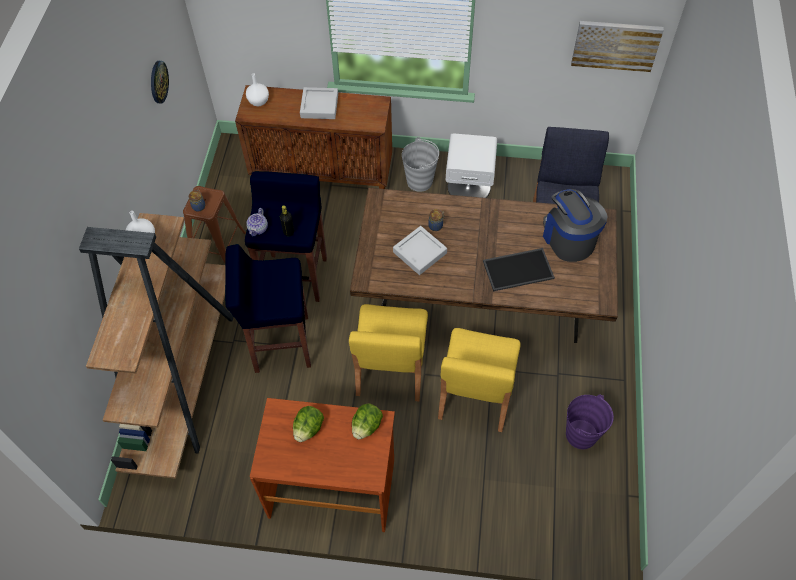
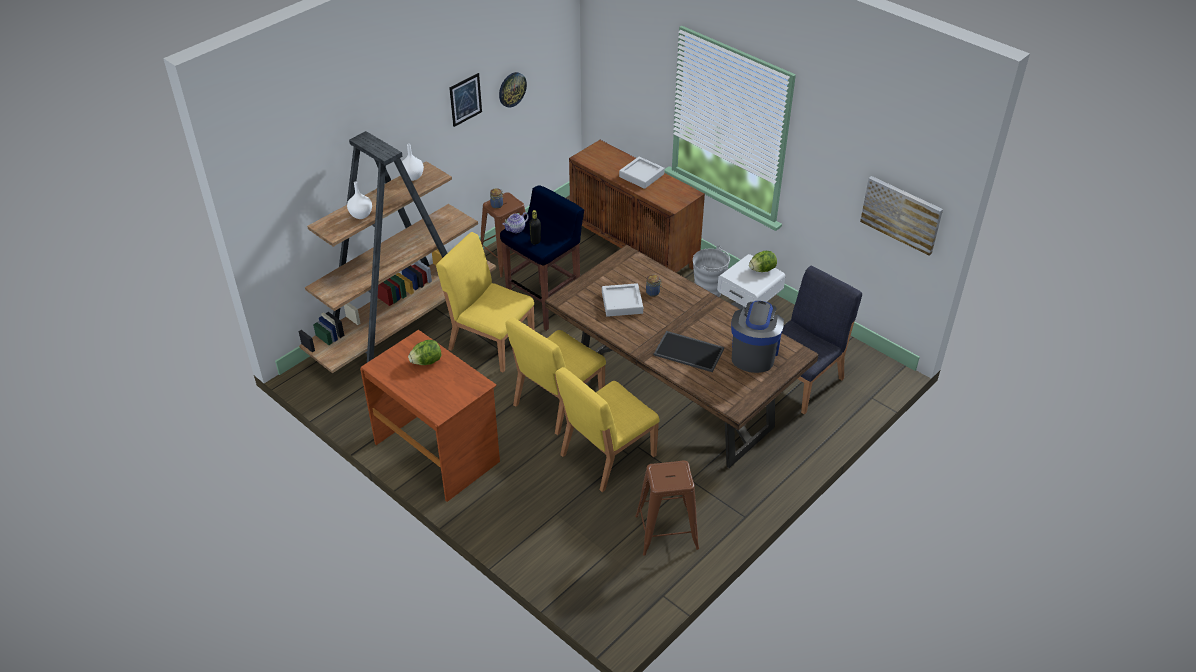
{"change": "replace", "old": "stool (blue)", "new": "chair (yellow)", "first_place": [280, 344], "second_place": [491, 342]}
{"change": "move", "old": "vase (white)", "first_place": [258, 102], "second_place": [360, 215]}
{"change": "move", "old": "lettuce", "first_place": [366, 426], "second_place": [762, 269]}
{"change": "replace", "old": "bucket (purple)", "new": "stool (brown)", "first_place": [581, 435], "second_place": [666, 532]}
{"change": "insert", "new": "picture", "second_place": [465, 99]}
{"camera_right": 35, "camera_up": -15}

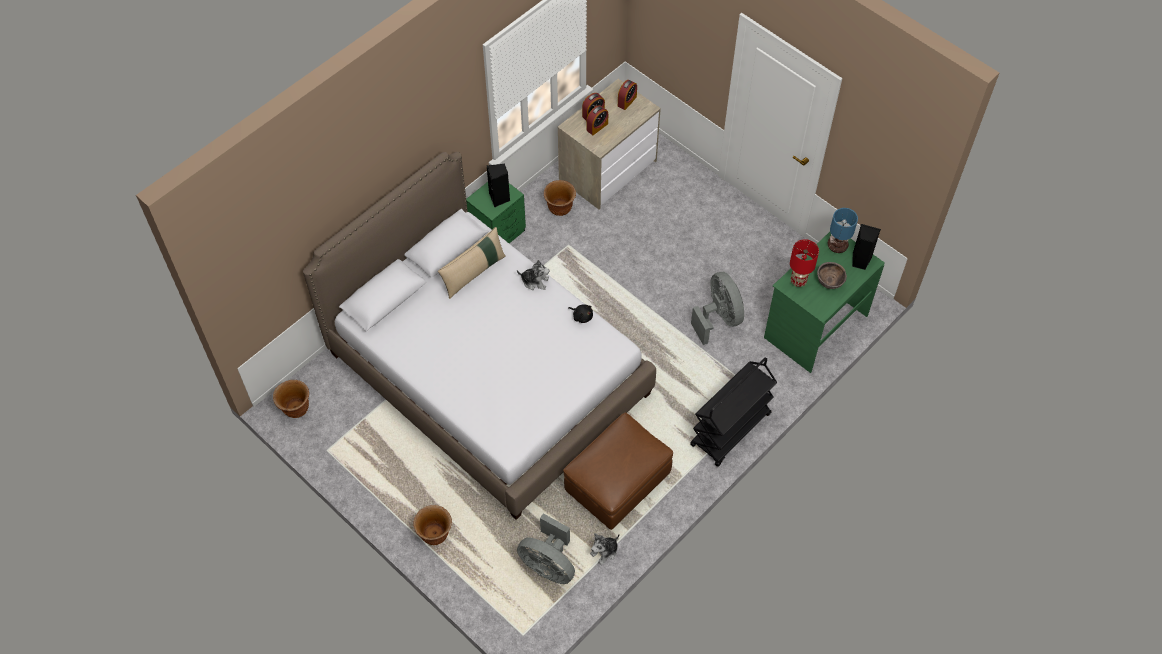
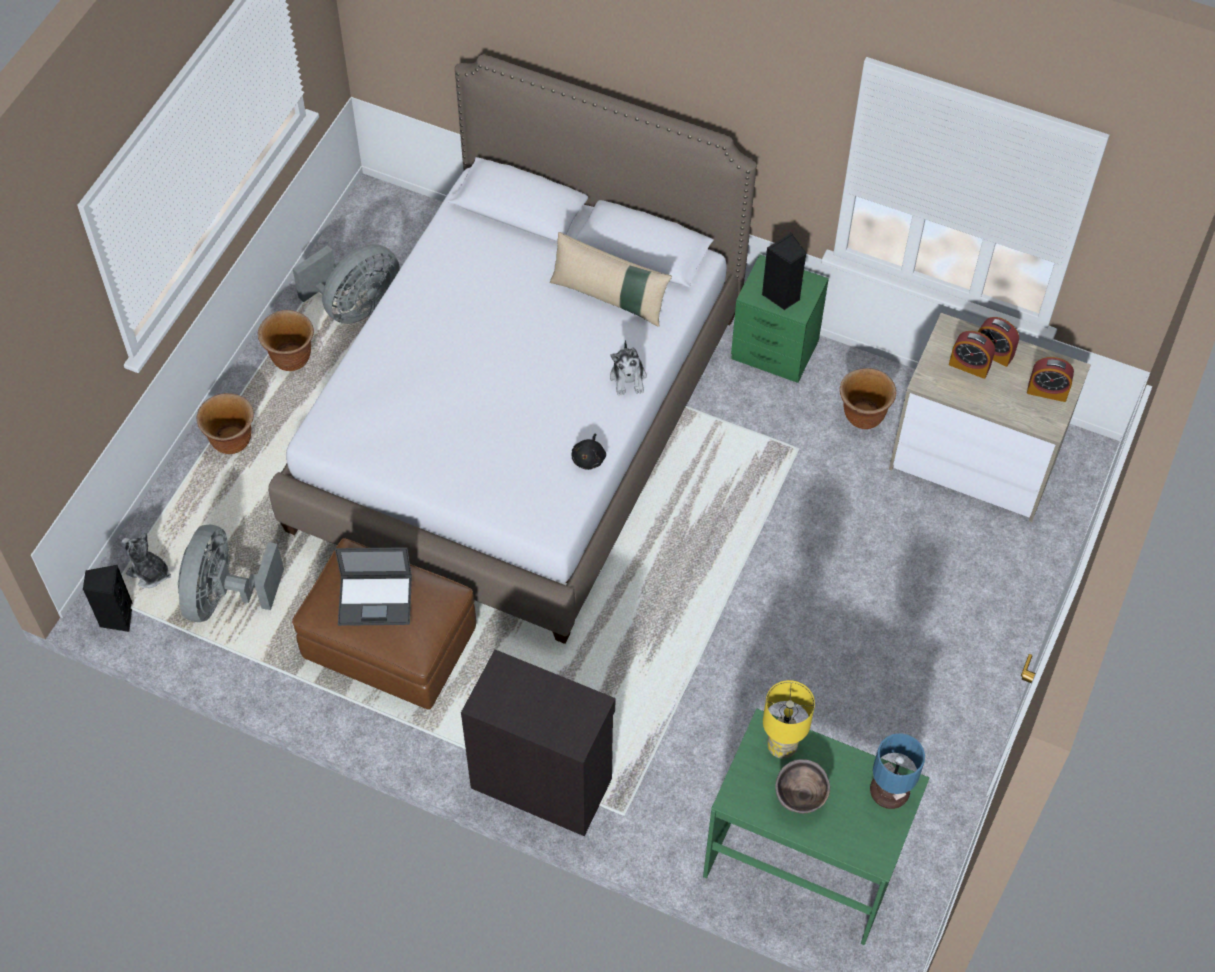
{"change": "move", "old": "planter (brown)", "first_place": [296, 409], "second_place": [291, 358]}
{"change": "move", "old": "plush toy", "first_place": [605, 551], "second_place": [149, 573]}
{"change": "replace", "old": "cart (black)", "new": "cabinet (black)", "first_place": [730, 431], "second_place": [541, 781]}
{"change": "move", "old": "fan (grey)", "first_place": [718, 318], "second_place": [355, 306]}
{"change": "recolor", "old": "table lamp (red)", "new": "table lamp (yellow)", "first_place": [798, 281], "second_place": [781, 746]}
{"change": "move", "old": "speaker (black)", "first_place": [860, 261], "second_place": [116, 617]}
{"change": "insert", "new": "laptop", "second_place": [376, 600]}
{"camera_right": 70, "camera_up": 0}

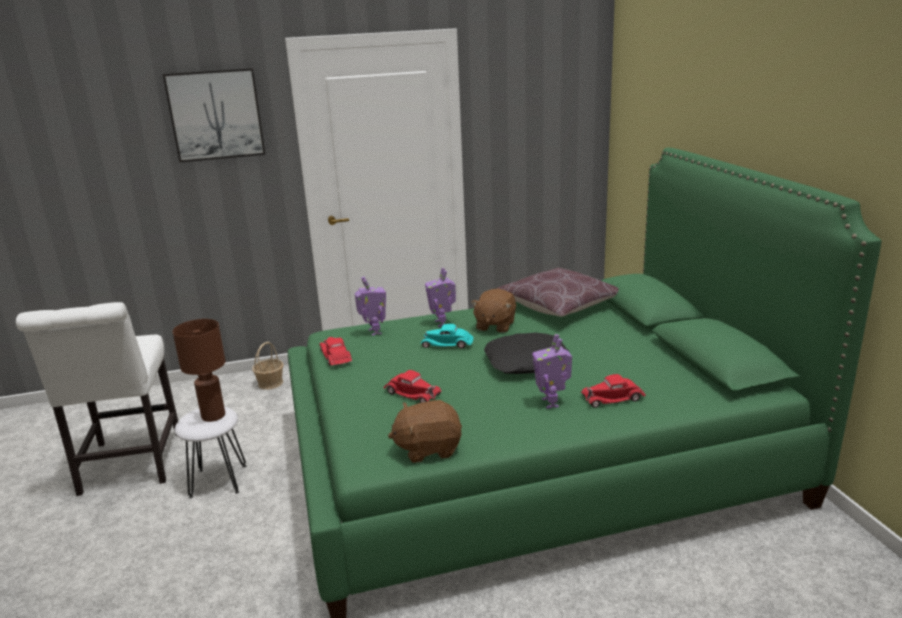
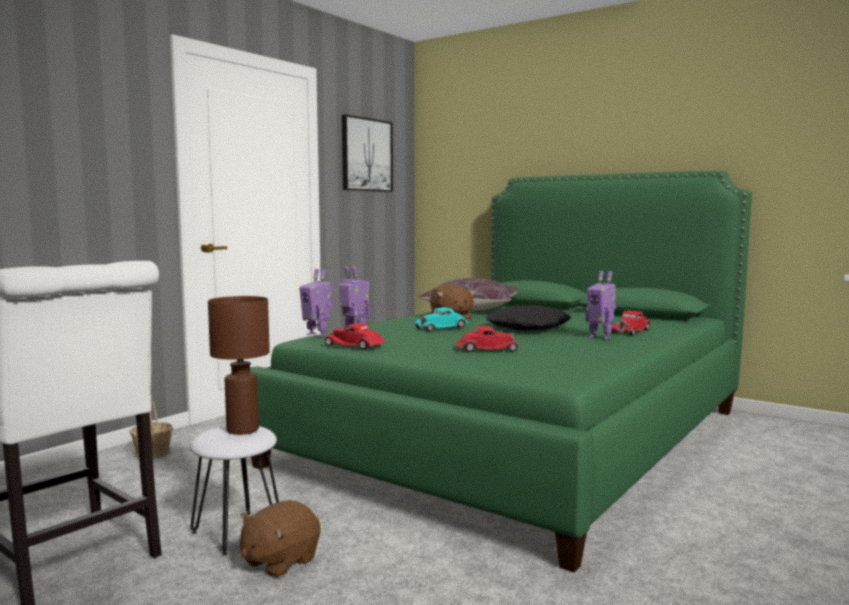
{"change": "move", "old": "picture", "first_place": [216, 115], "second_place": [366, 155]}
{"change": "move", "old": "plush toy (brown)", "first_place": [428, 448], "second_place": [279, 561]}
{"change": "move", "old": "toy robot", "first_place": [442, 323], "second_place": [317, 335]}
{"camera_right": -40, "camera_up": -15}

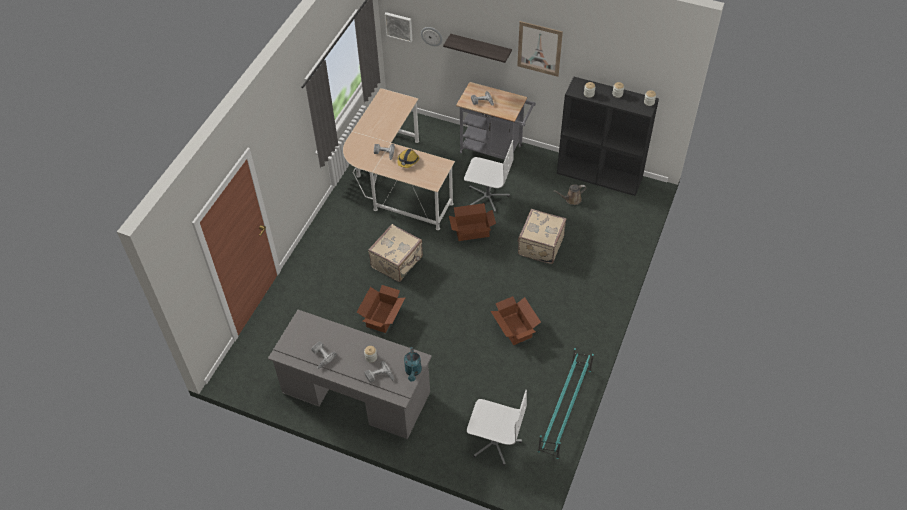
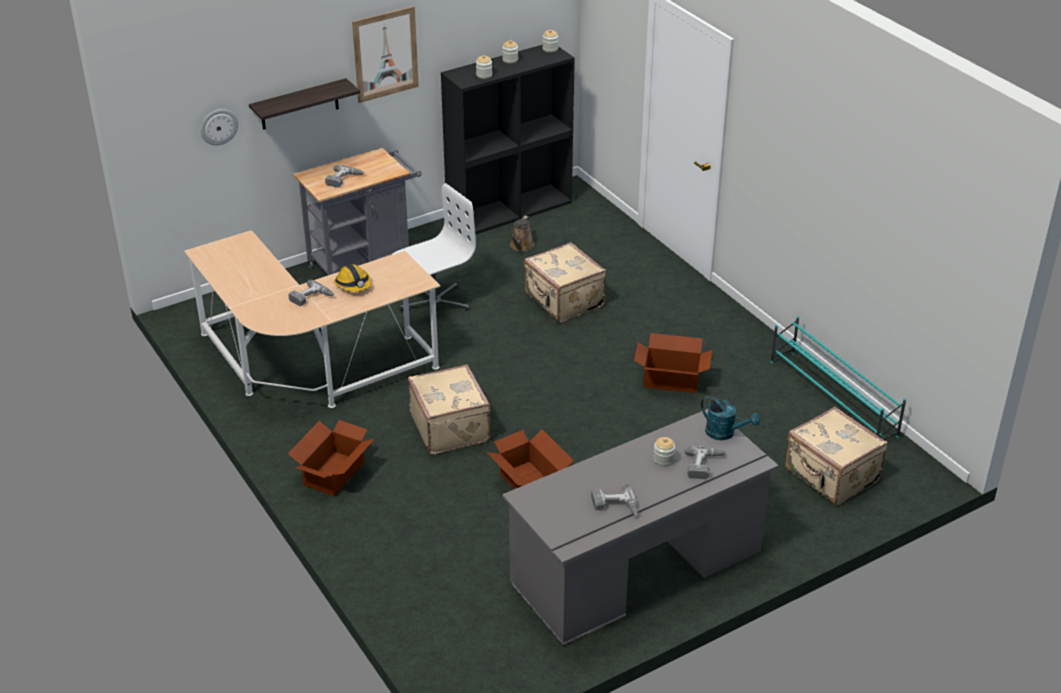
{"change": "delete", "old": "picture", "first_place": [399, 26]}
{"change": "move", "old": "cardboard box", "first_place": [471, 231], "second_place": [333, 474]}
{"change": "replace", "old": "office chair (white)", "new": "suitcase (beige)", "first_place": [495, 442], "second_place": [831, 476]}
{"camera_right": -55, "camera_up": -15}

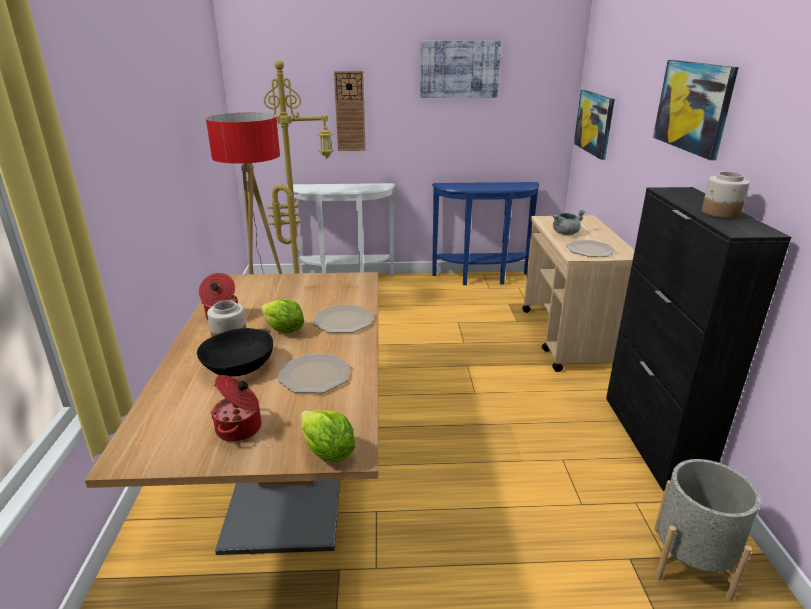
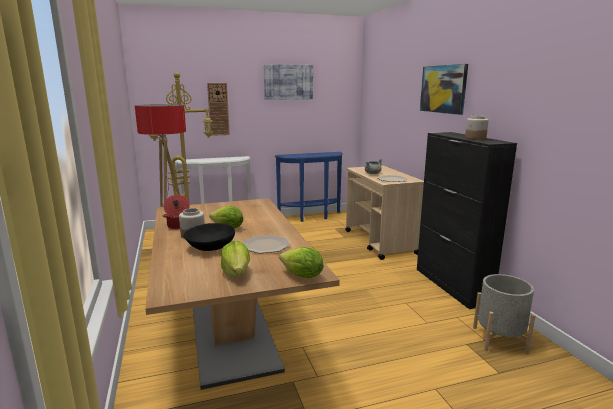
{"change": "replace", "old": "cooking pot", "new": "lettuce", "first_place": [240, 428], "second_place": [236, 273]}
{"change": "delete", "old": "plate", "first_place": [344, 320]}
{"change": "delete", "old": "picture", "first_place": [594, 123]}
{"camera_right": -15, "camera_up": -10}

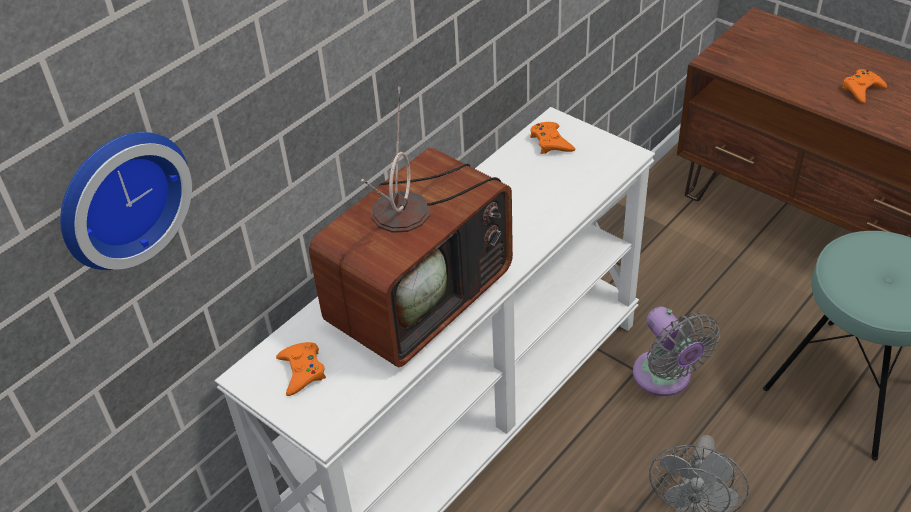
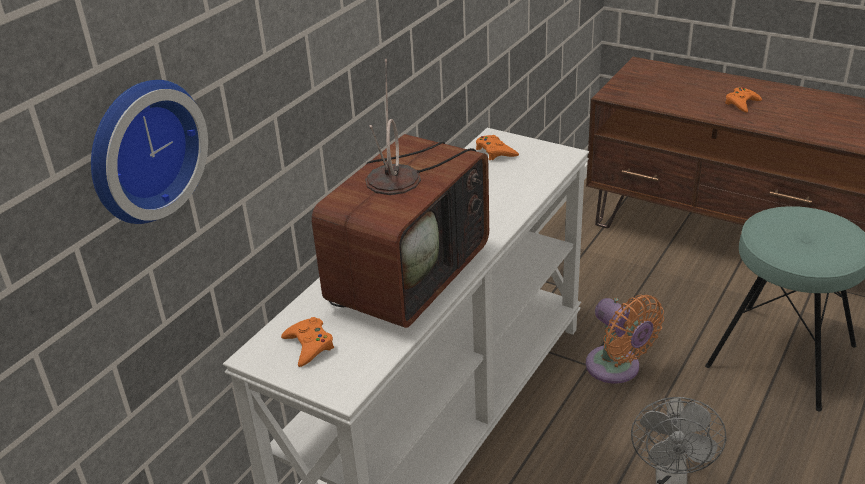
{"change": "recolor", "old": "fan (grey)", "new": "fan (orange)", "first_place": [665, 378], "second_place": [616, 369]}
{"camera_right": -10, "camera_up": -10}

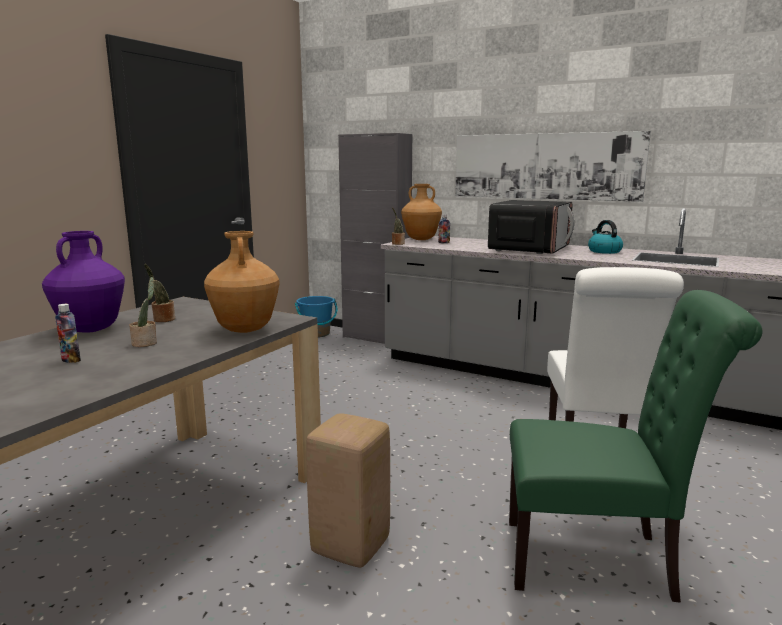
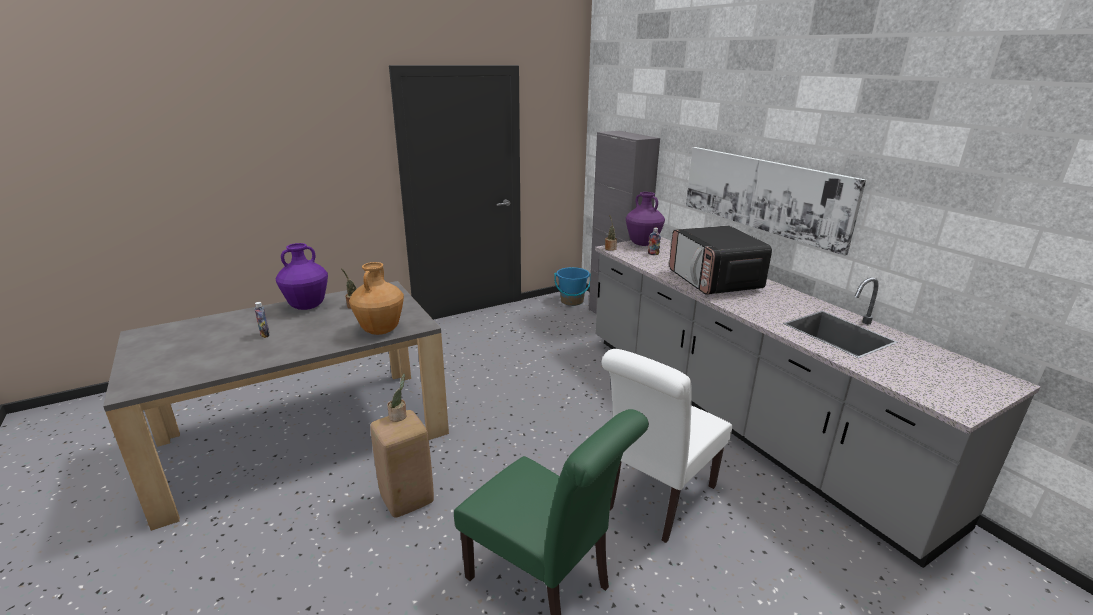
{"change": "move", "old": "potted plant", "first_place": [146, 343], "second_place": [399, 416]}
{"change": "recolor", "old": "vase (brown)", "new": "vase (purple)", "first_place": [420, 239], "second_place": [642, 244]}
{"change": "rotate", "old": "microwave", "first_place": [529, 249], "second_place": [714, 281], "degrees": 105}
{"change": "delete", "old": "kettle", "first_place": [604, 251]}
{"camera_right": 30, "camera_up": 10}

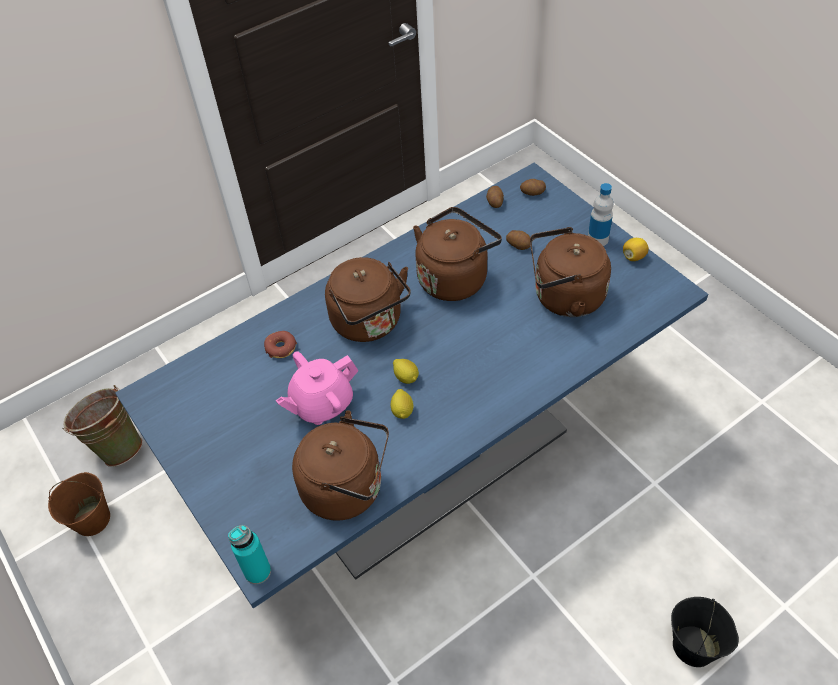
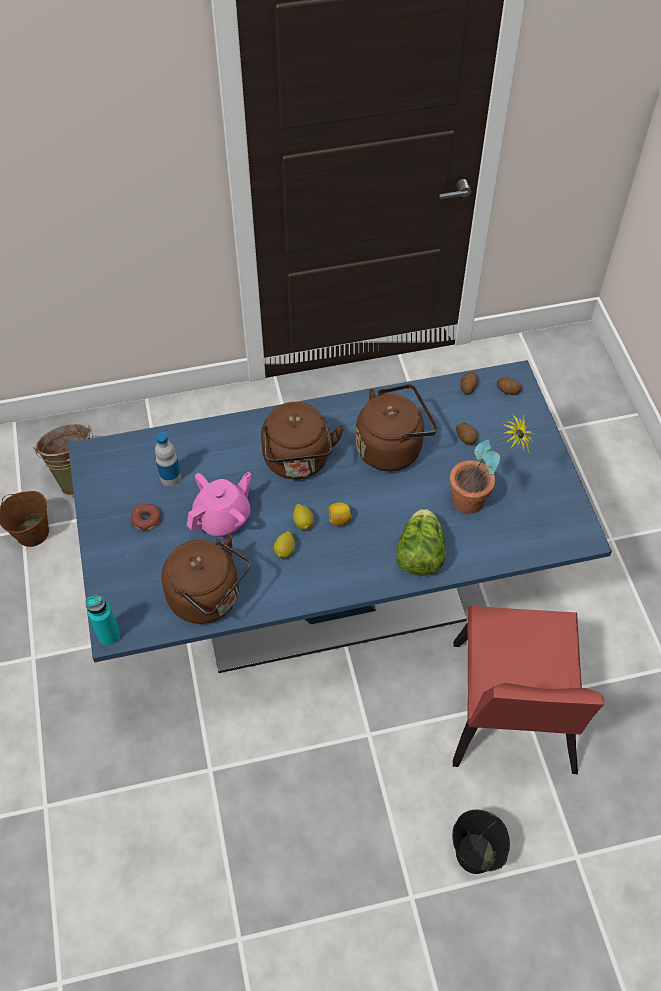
{"change": "move", "old": "donut", "first_place": [281, 348], "second_place": [146, 519]}
{"change": "rotate", "old": "teapot (pink)", "first_place": [321, 404], "second_place": [223, 518], "degrees": 150}
{"change": "replace", "old": "kettle (brown)", "new": "potted plant", "first_place": [564, 297], "second_place": [478, 504]}
{"change": "move", "old": "bottle", "first_place": [598, 239], "second_place": [170, 477]}
{"change": "move", "old": "lemon", "first_place": [633, 257], "second_place": [339, 519]}
{"change": "insert", "new": "lettuce", "second_place": [419, 554]}
{"change": "insert", "new": "chair (red)", "second_place": [510, 716]}
{"camera_right": 20, "camera_up": 5}

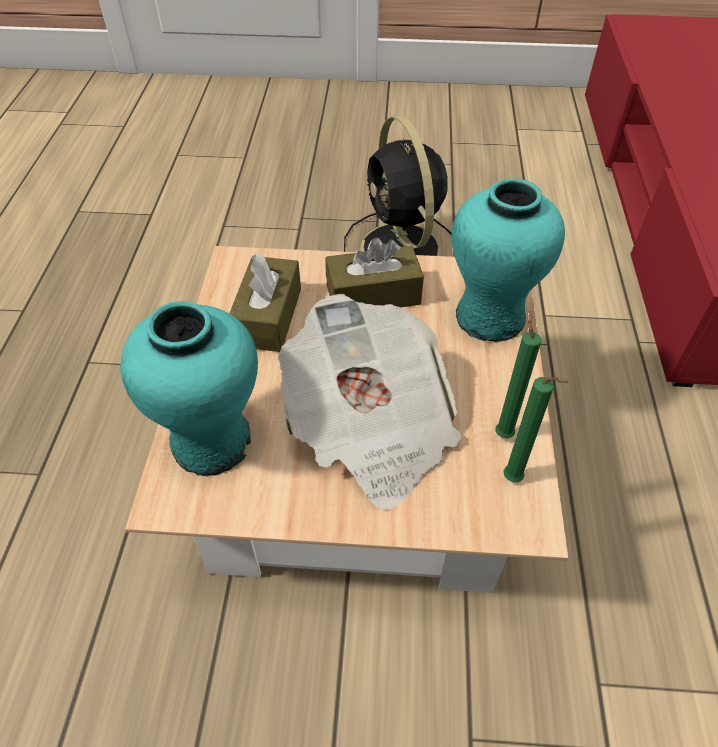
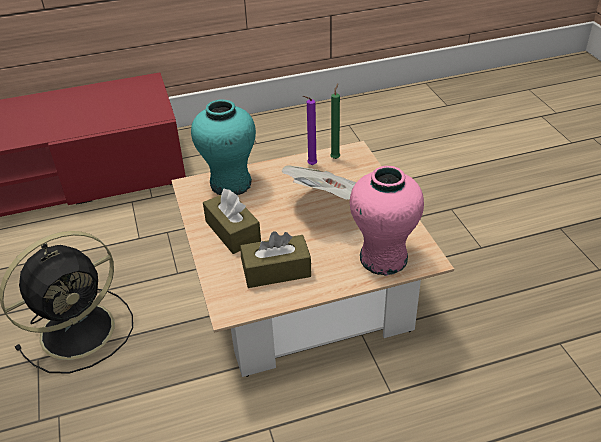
{"change": "recolor", "old": "vase (turquoise)", "new": "vase (pink)", "first_place": [211, 440], "second_place": [383, 258]}
{"change": "recolor", "old": "candle (green)", "new": "candle (purple)", "first_place": [503, 432], "second_place": [310, 165]}
{"camera_right": -110, "camera_up": -10}

